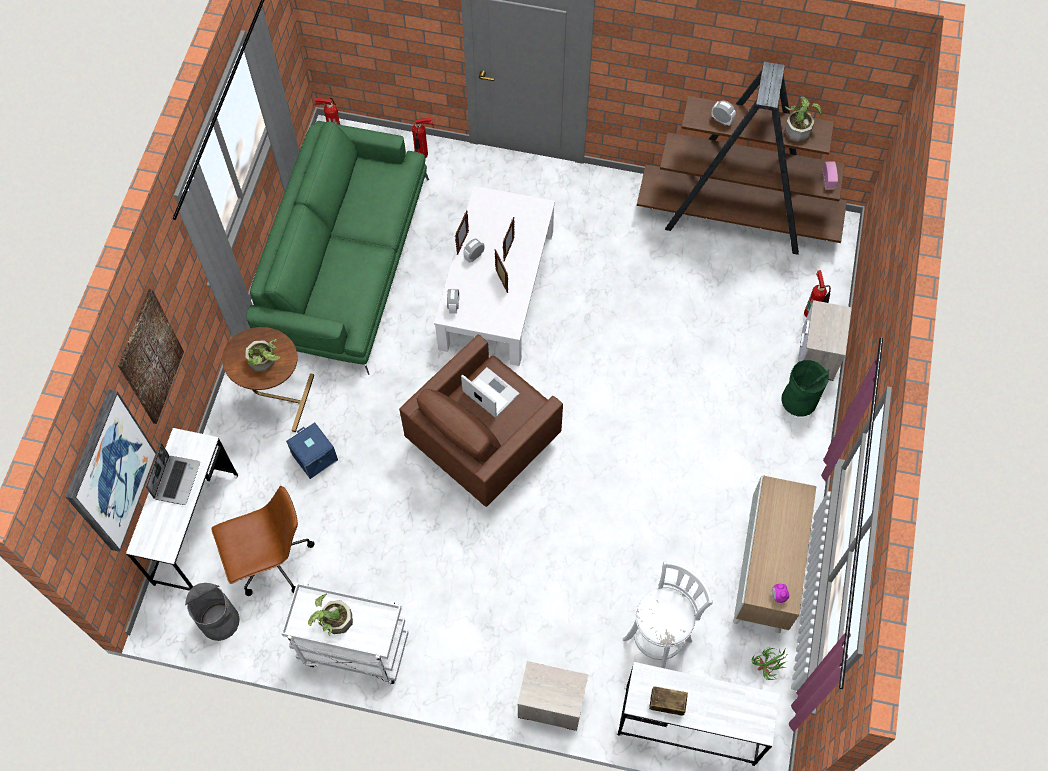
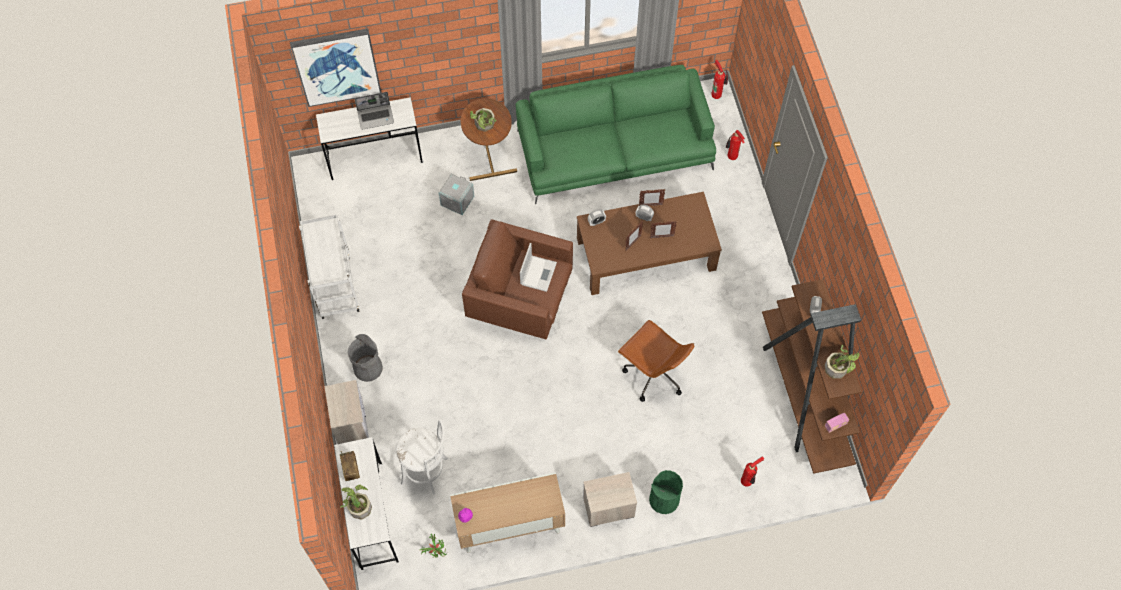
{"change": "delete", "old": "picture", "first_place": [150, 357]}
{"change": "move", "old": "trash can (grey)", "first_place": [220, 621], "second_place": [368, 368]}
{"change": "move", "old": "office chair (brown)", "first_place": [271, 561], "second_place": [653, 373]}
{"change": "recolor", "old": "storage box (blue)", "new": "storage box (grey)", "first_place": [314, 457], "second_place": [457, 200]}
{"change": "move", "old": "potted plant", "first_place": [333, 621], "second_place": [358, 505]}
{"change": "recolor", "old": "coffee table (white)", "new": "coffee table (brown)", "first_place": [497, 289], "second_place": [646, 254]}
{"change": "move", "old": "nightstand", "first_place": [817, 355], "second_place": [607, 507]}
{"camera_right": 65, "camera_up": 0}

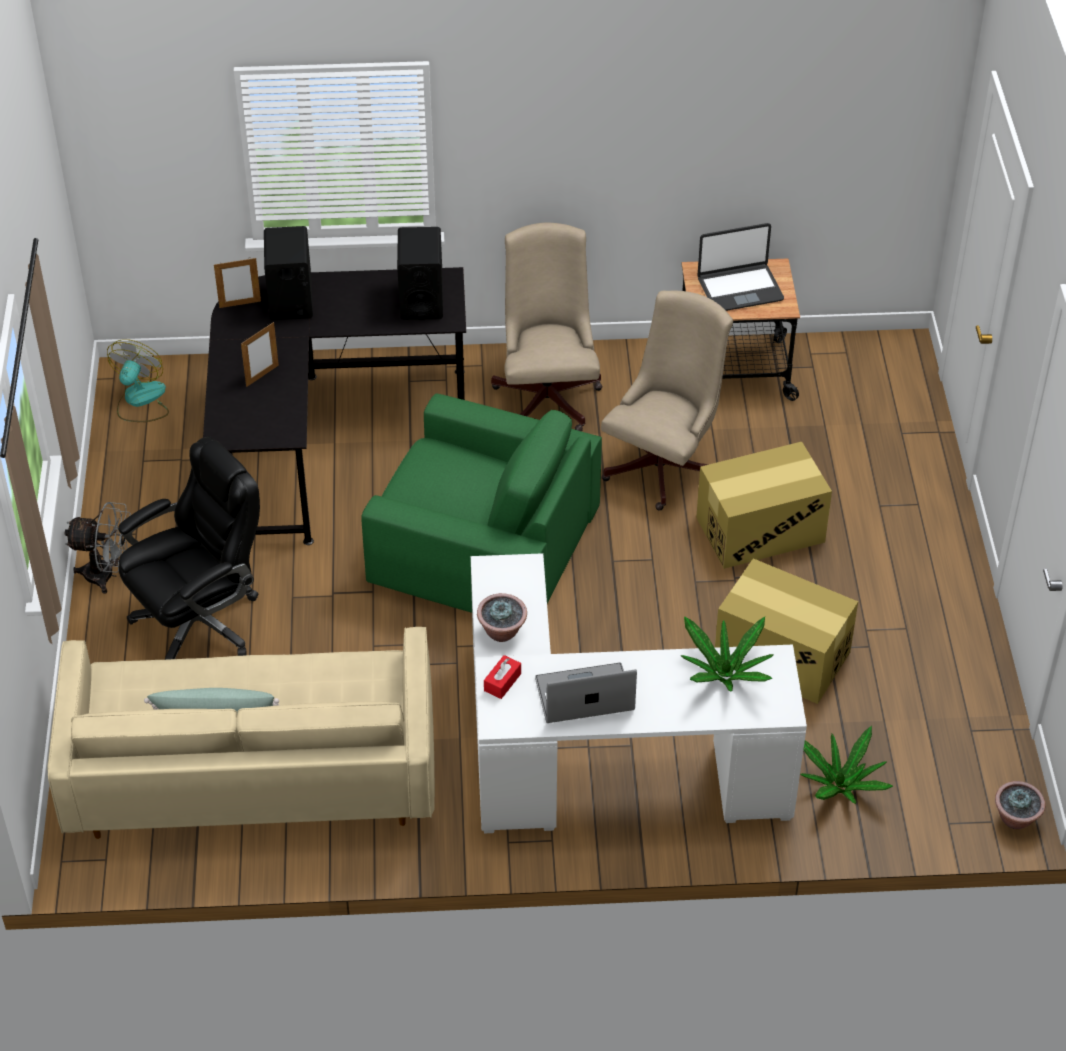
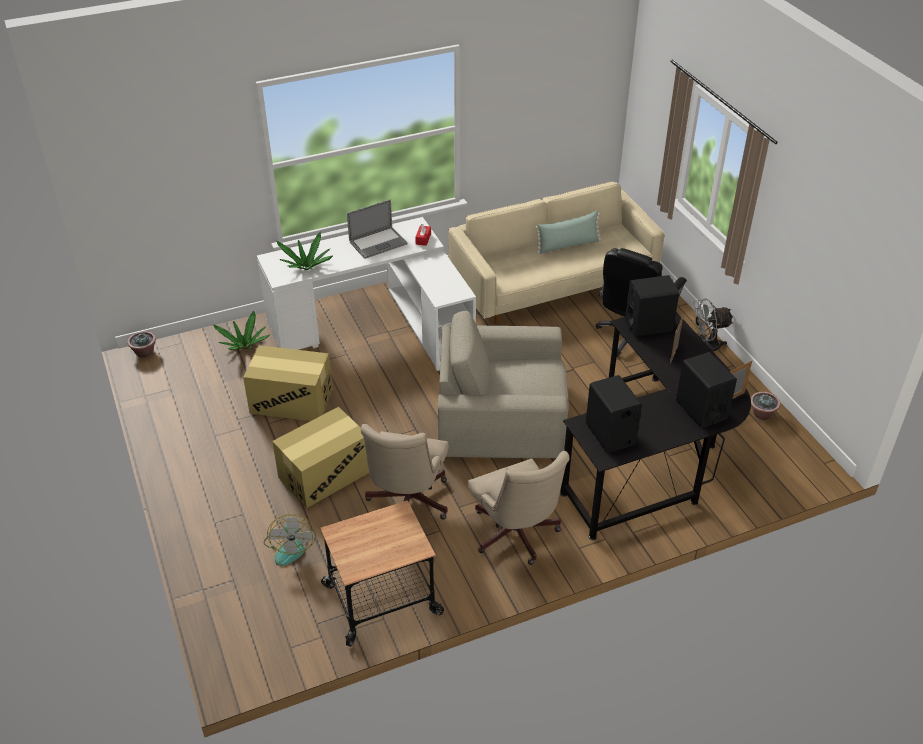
{"change": "move", "old": "fan", "first_place": [140, 401], "second_place": [290, 546]}
{"change": "recolor", "old": "armchair (green)", "new": "armchair (beige)", "first_place": [482, 547], "second_place": [502, 416]}
{"change": "move", "old": "potted plant", "first_place": [502, 632], "second_place": [761, 414]}
{"change": "delete", "old": "laptop", "first_place": [739, 289]}
{"change": "insert", "new": "speaker (black)", "second_place": [648, 325]}
{"camera_right": 160, "camera_up": -5}

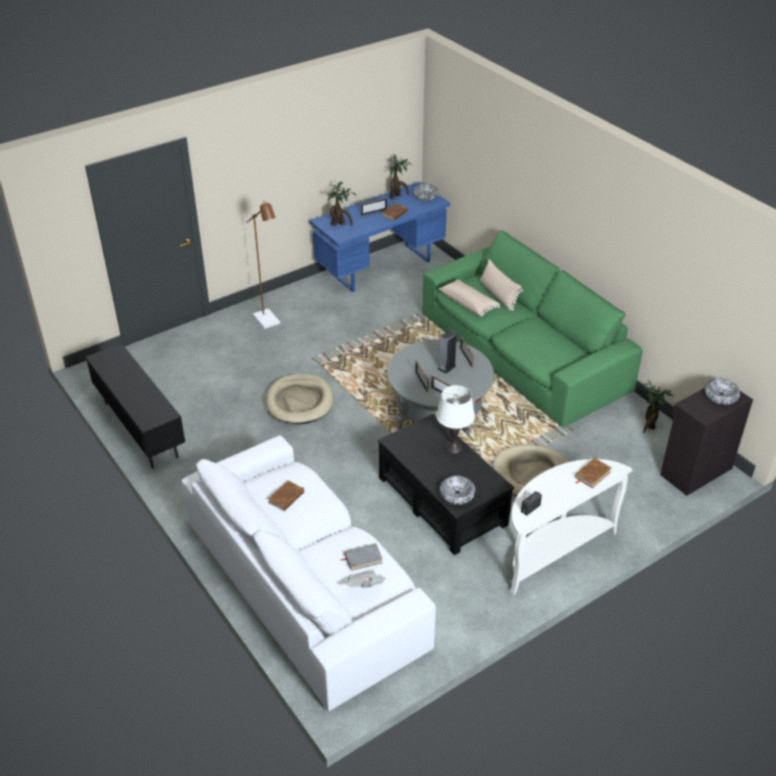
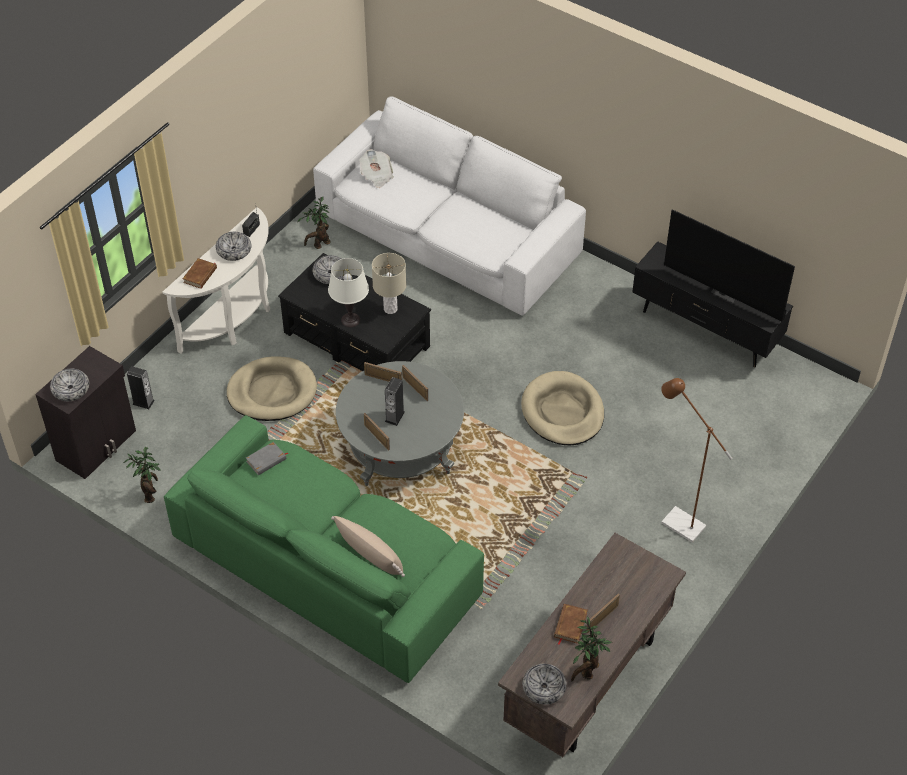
{"change": "delete", "old": "book (brown)", "first_place": [286, 497]}
{"change": "recolor", "old": "desk (blue)", "new": "desk (brown)", "first_place": [381, 267], "second_place": [588, 681]}
{"change": "move", "old": "potted plant", "first_place": [340, 224], "second_place": [319, 244]}
{"change": "move", "old": "book (grey)", "first_place": [363, 558], "second_place": [266, 460]}
{"change": "delete", "old": "pillow (beige)", "first_place": [469, 303]}
{"change": "insert", "new": "speaker", "second_place": [143, 402]}
{"change": "insert", "new": "bowl", "second_place": [234, 250]}
{"change": "insert", "new": "table lamp (beige)", "second_place": [390, 309]}
{"change": "insert", "new": "television", "second_place": [726, 292]}
{"camera_right": 160, "camera_up": 10}

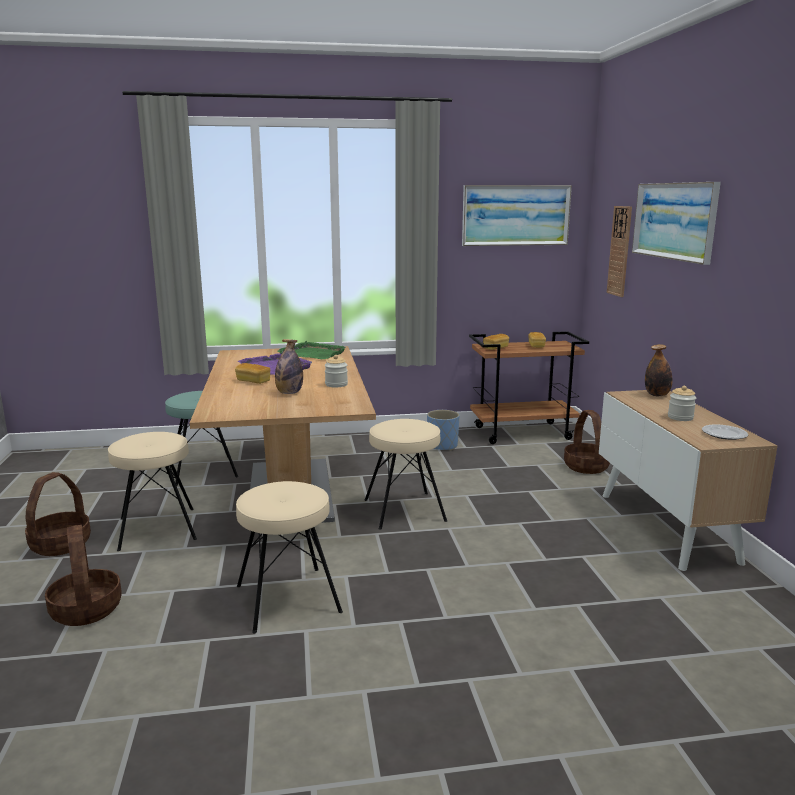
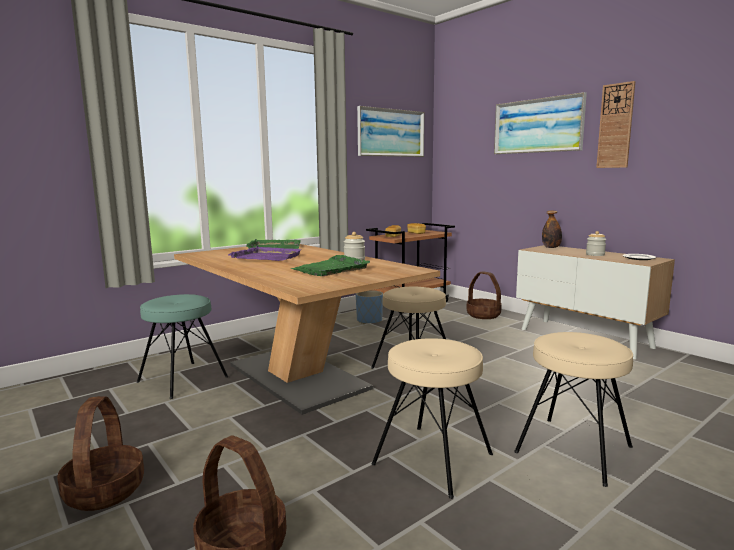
{"change": "move", "old": "stool (beige)", "first_place": [157, 528], "second_place": [573, 449]}
{"change": "delete", "old": "bread", "first_place": [253, 381]}
{"change": "replace", "old": "bottle", "new": "tray (green)", "first_place": [289, 393], "second_place": [331, 269]}
{"change": "move", "old": "wall clock", "first_place": [620, 251], "second_place": [615, 126]}
{"camera_right": -30, "camera_up": -5}

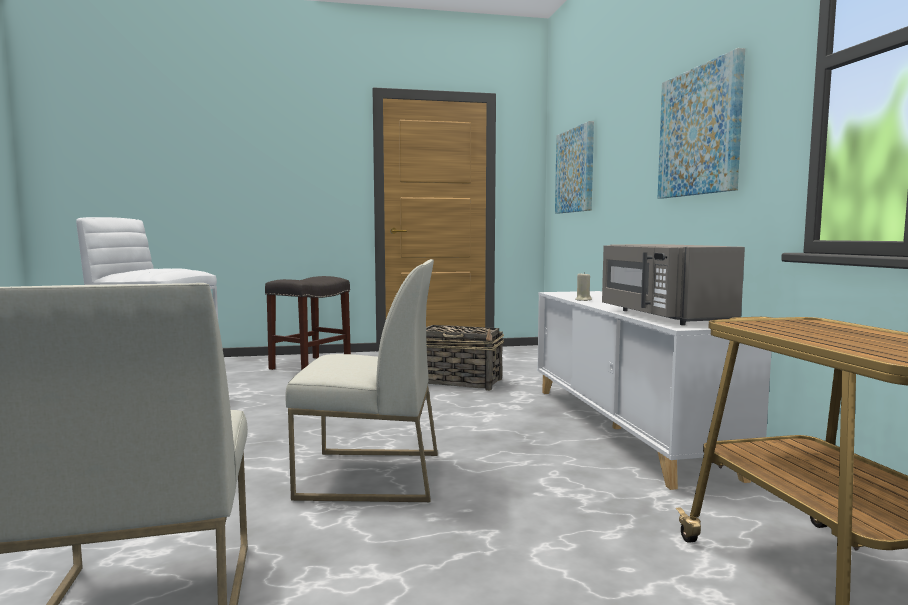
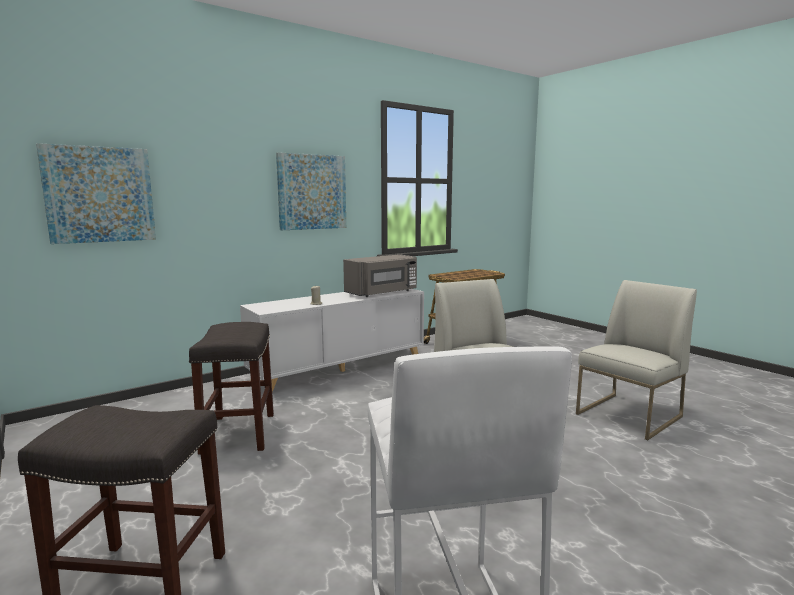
{"change": "replace", "old": "basket", "new": "stool (grey)", "first_place": [460, 382], "second_place": [238, 432]}
{"camera_right": -115, "camera_up": 5}

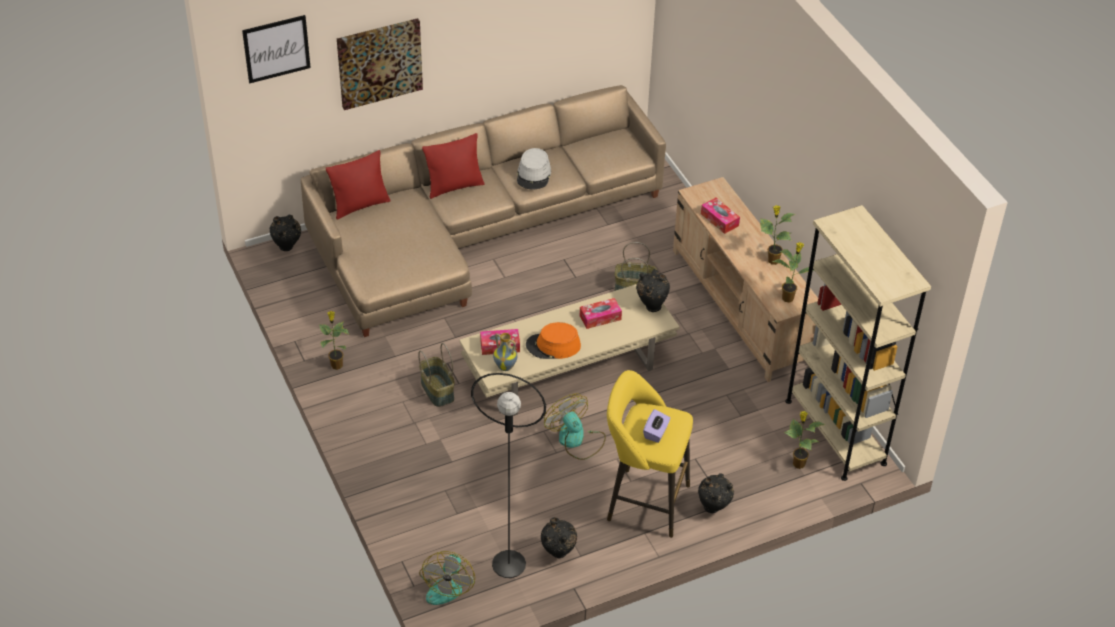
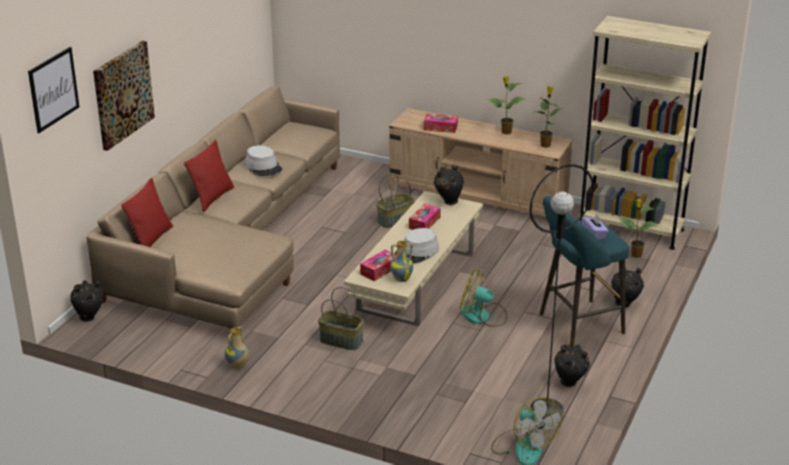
{"change": "replace", "old": "potted plant", "new": "vase", "first_place": [336, 364], "second_place": [238, 366]}
{"change": "recolor", "old": "hat (orange)", "new": "hat (grey)", "first_place": [553, 346], "second_place": [417, 252]}
{"change": "recolor", "old": "stool (yellow)", "new": "stool (turquoise)", "first_place": [643, 501], "second_place": [577, 324]}
{"camera_right": -40, "camera_up": -15}

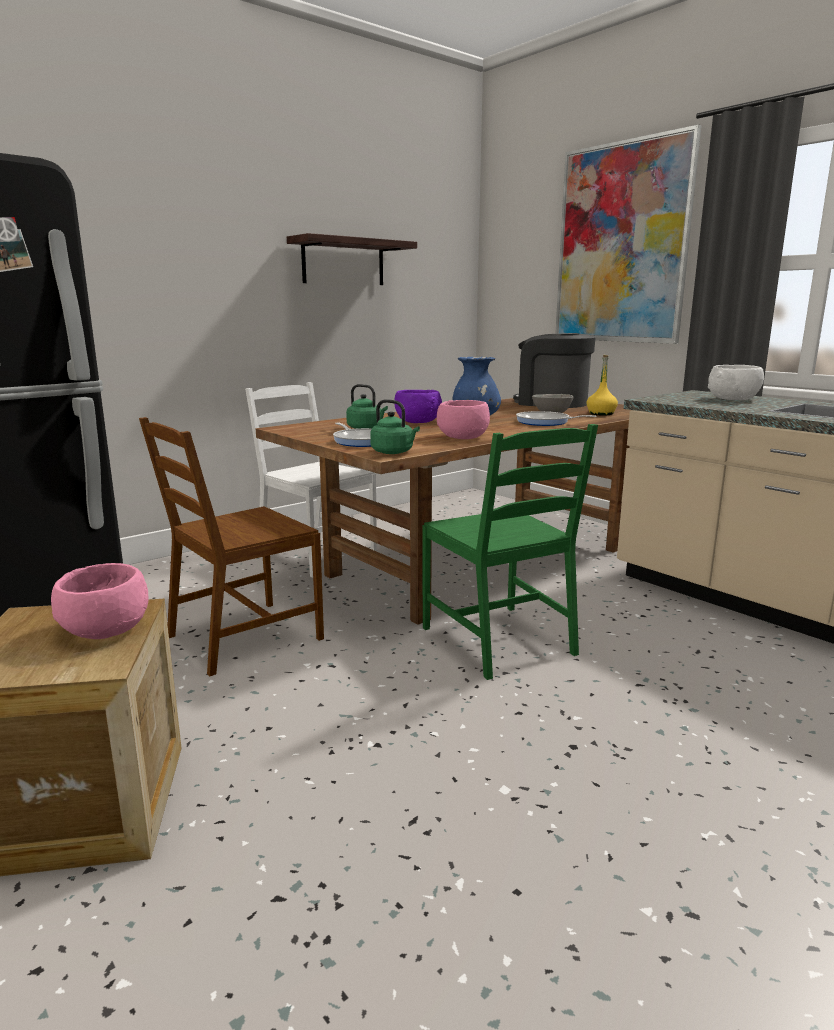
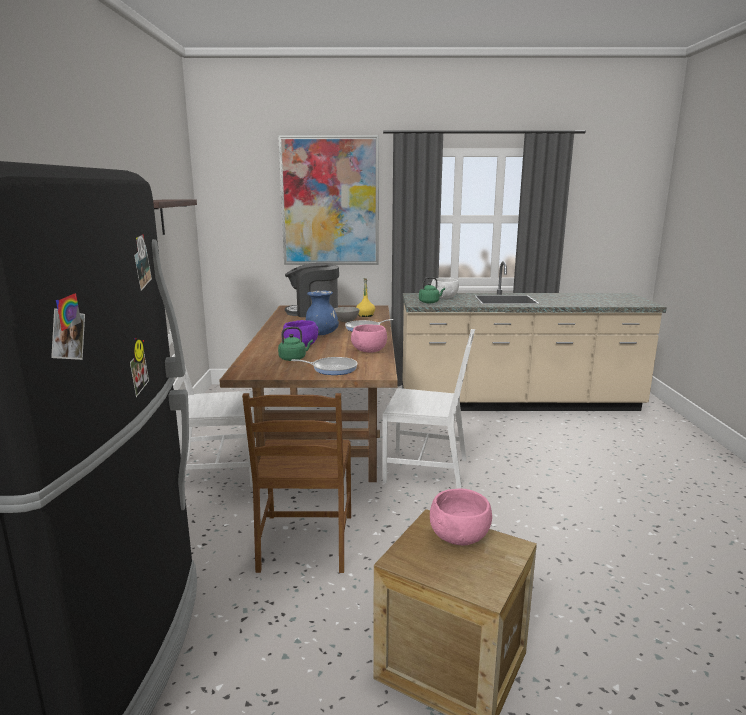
{"change": "move", "old": "kettle (green)", "first_place": [394, 452], "second_place": [430, 302]}
{"change": "recolor", "old": "chair (green)", "new": "chair (white)", "first_place": [500, 640], "second_place": [427, 469]}
{"camera_right": -50, "camera_up": 0}

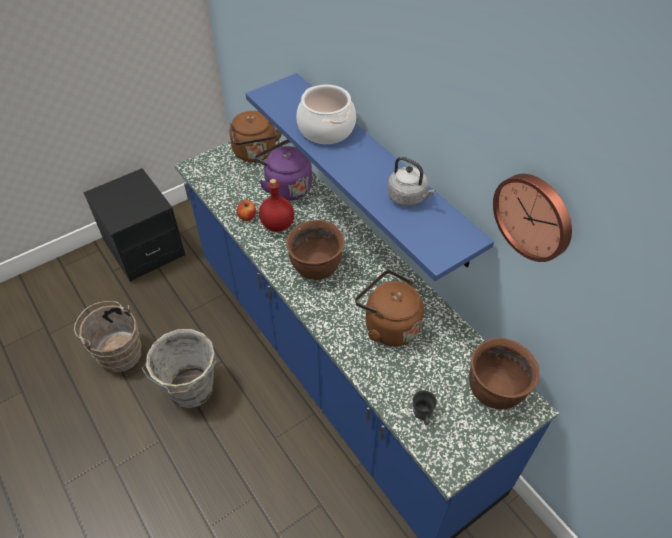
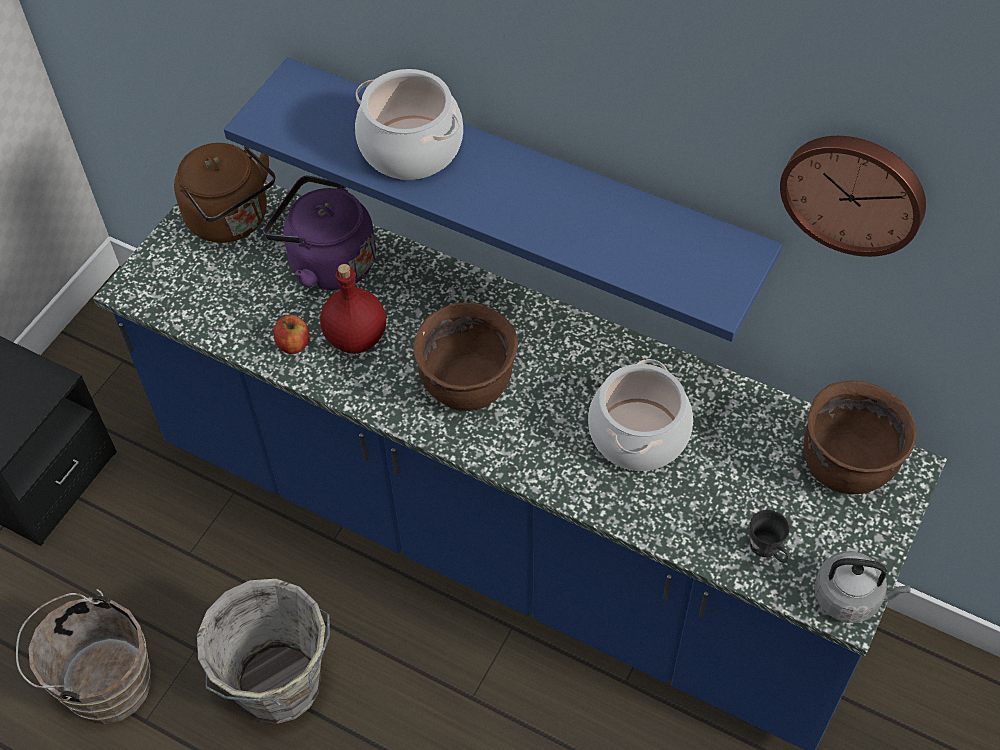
{"change": "replace", "old": "kettle (brown)", "new": "cooking pot", "first_place": [388, 325], "second_place": [638, 434]}
{"change": "move", "old": "kettle (grey)", "first_place": [408, 197], "second_place": [850, 598]}
{"camera_right": -25, "camera_up": 5}

